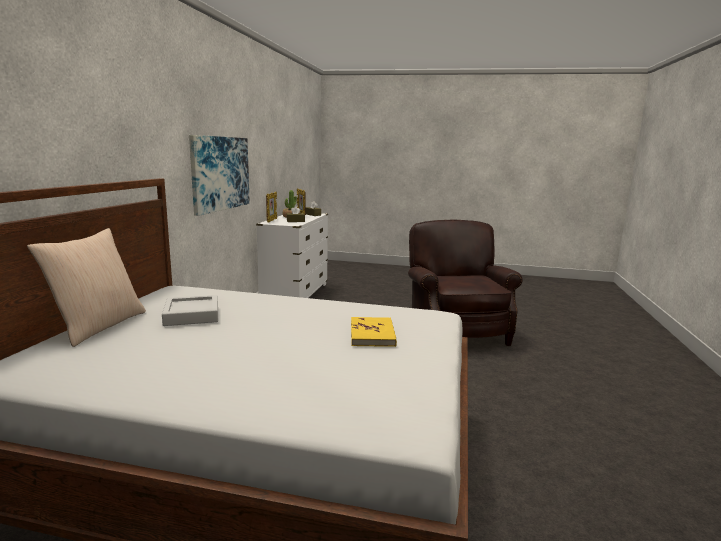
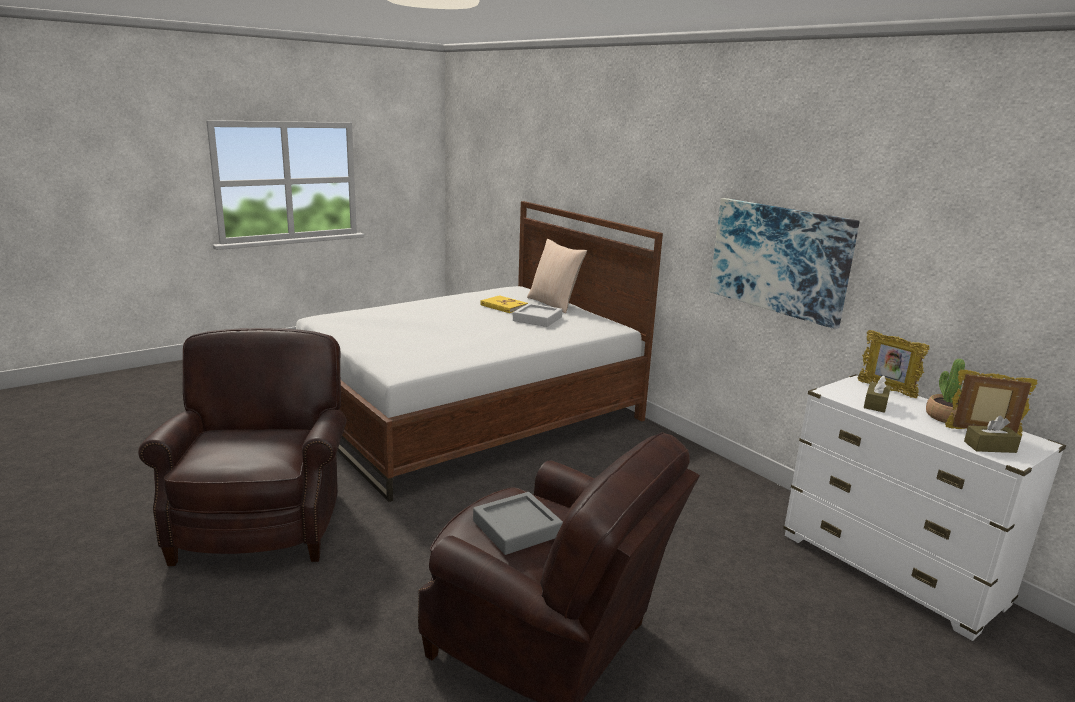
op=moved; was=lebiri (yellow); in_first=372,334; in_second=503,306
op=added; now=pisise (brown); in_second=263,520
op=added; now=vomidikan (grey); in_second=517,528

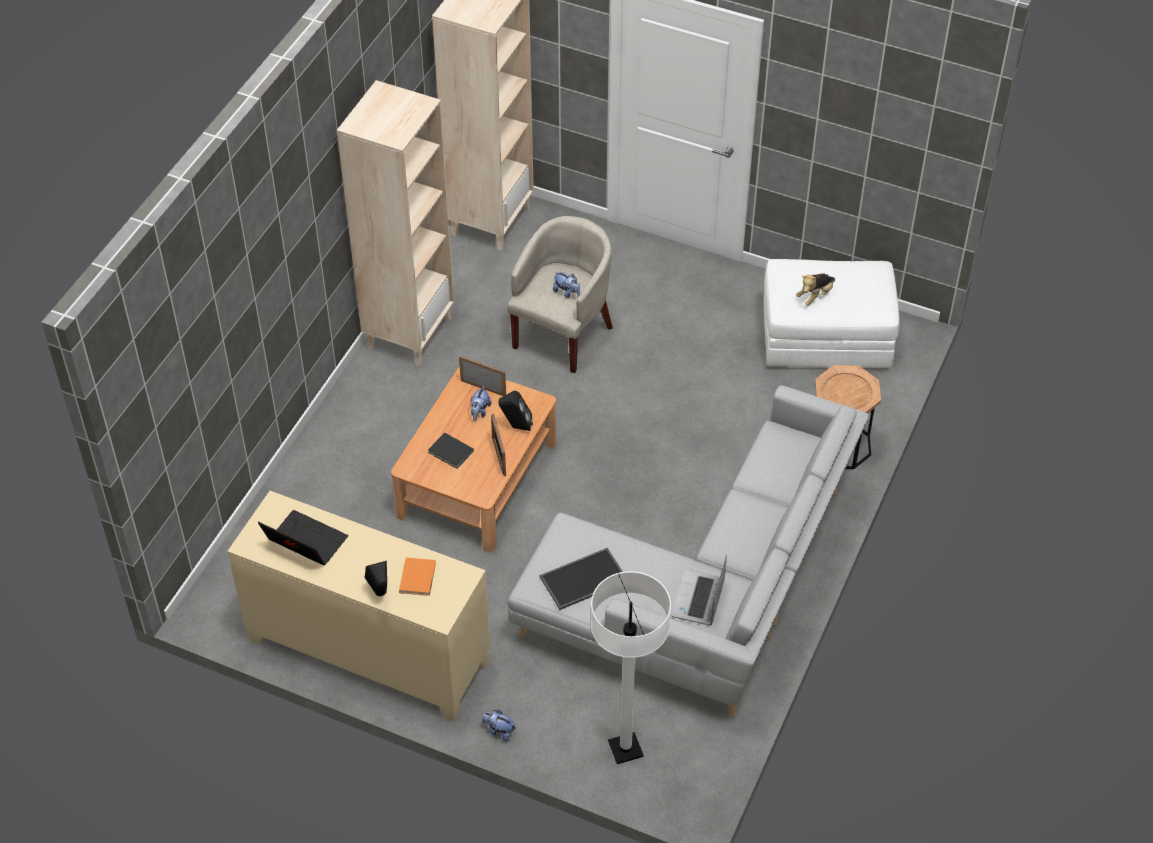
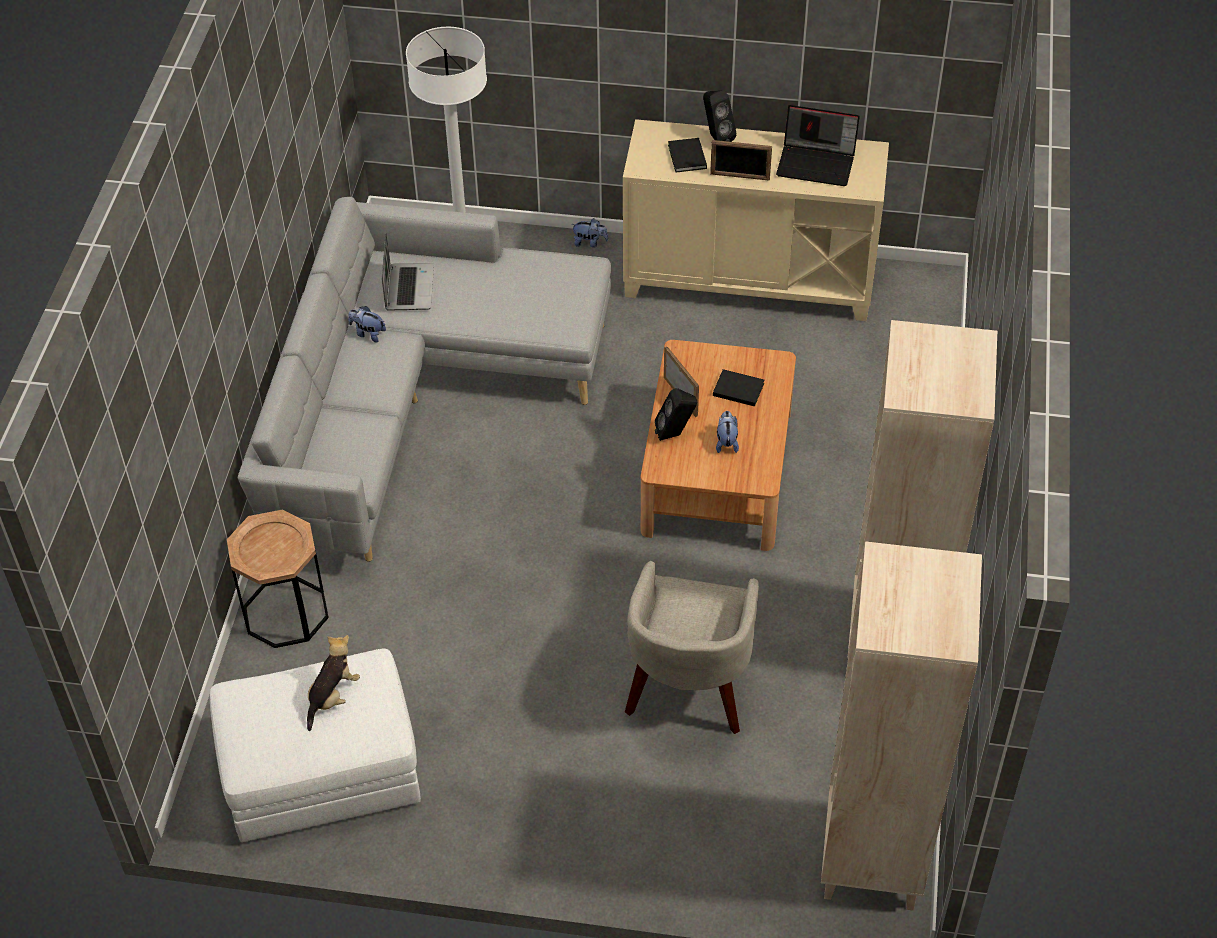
op=recoloured; was=lebiri (orange); now=lebiri (black); in_first=418,577; in_second=686,158
op=moved; was=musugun; in_first=483,387; in_second=740,177
op=removed; was=vomidikan; in_first=583,580
op=moved; was=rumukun; in_first=567,293; in_second=368,333

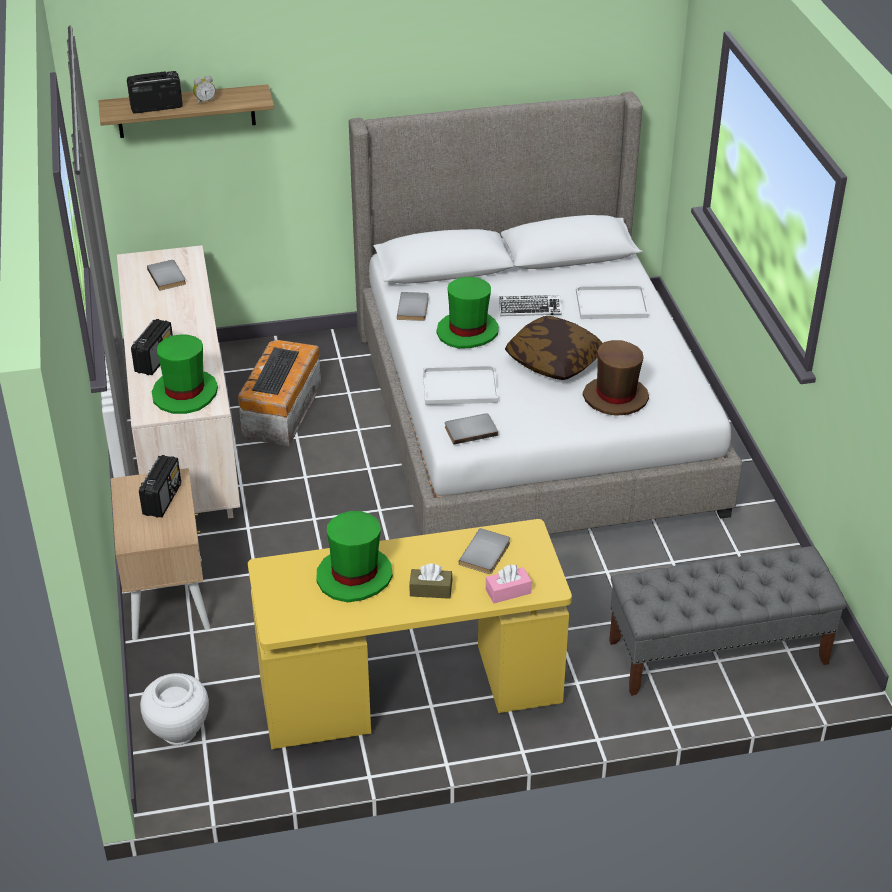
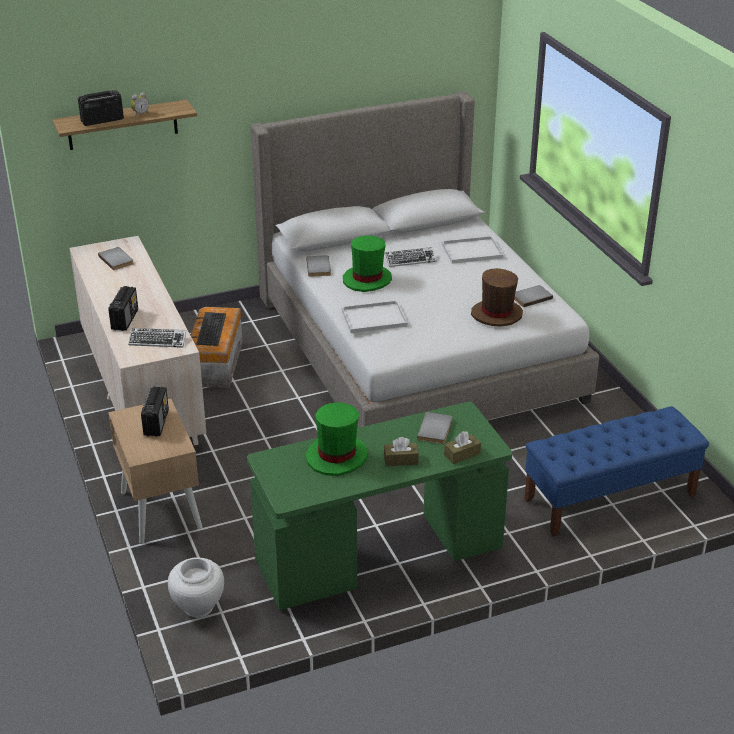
op=replaced; was=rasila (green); now=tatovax; in_first=185,393; in_second=157,341
op=recoloured; was=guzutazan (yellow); now=guzutazan (green); in_first=410,693; in_second=379,555
op=moved; was=lebiri (grey); in_first=470,430; in_second=530,297
op=recoloured; was=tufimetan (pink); now=tufimetan (brown); in_first=508,591; in_second=462,454
op=removed; was=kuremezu; in_first=553,361
op=recoloured; was=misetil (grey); now=misetil (blue); in_first=717,652; in_second=609,498

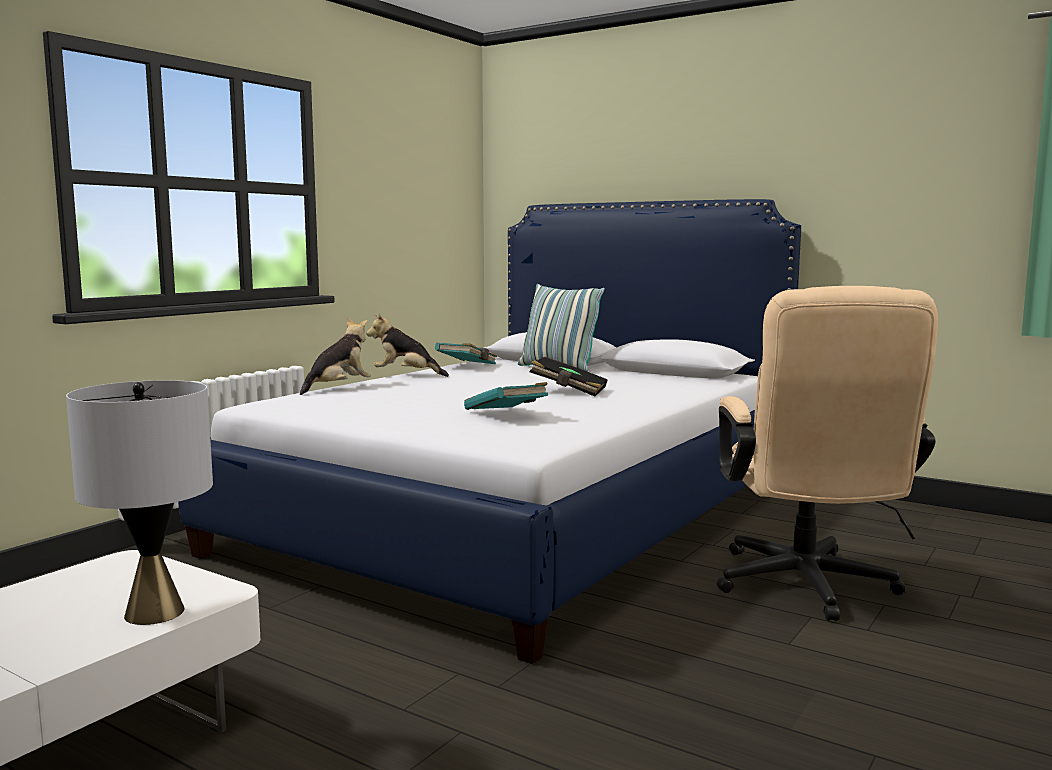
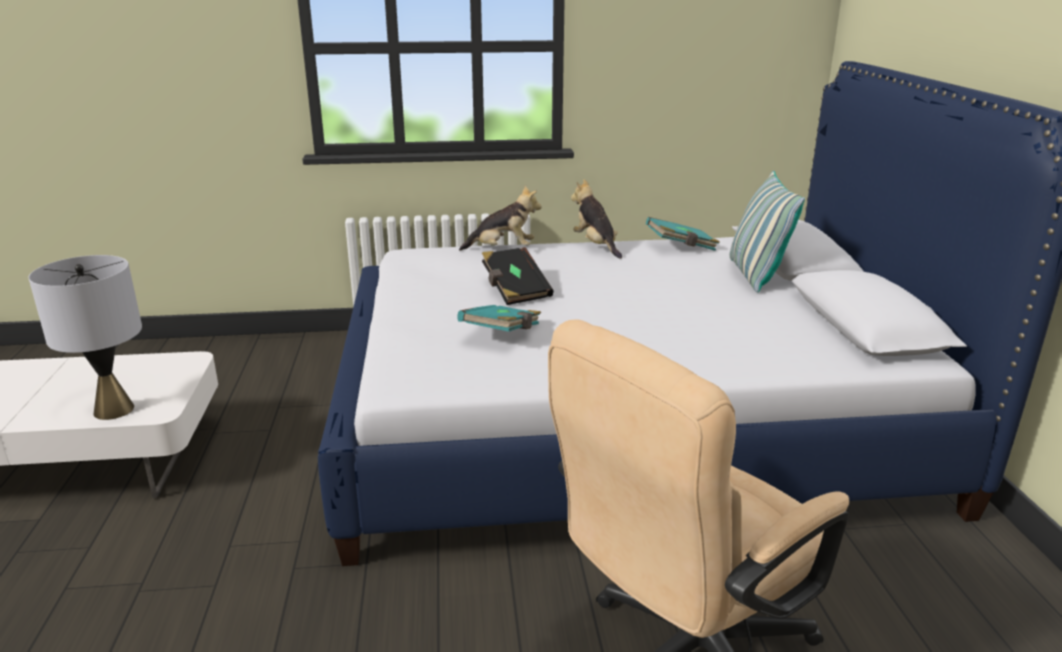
op=moved; was=lebiri (black); in_first=568,391; in_second=515,290

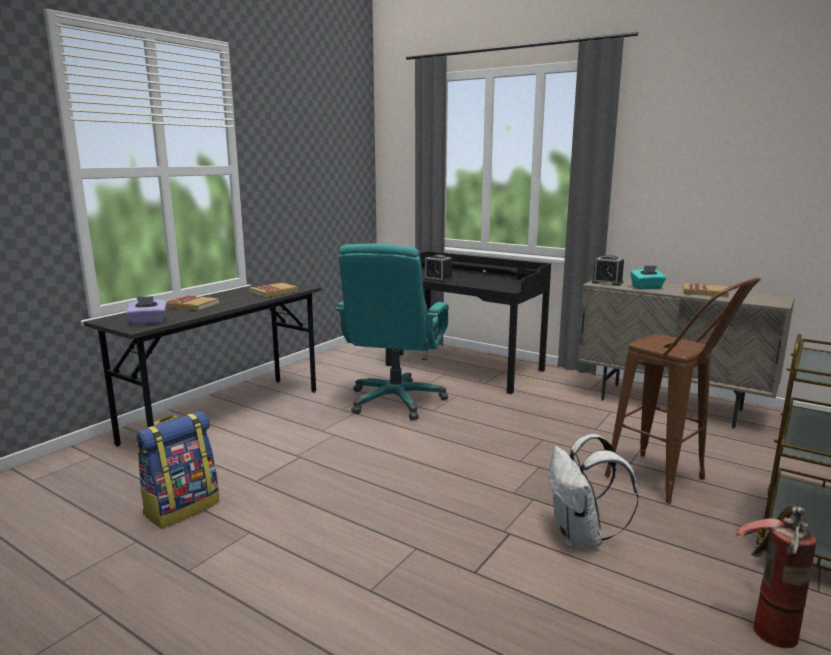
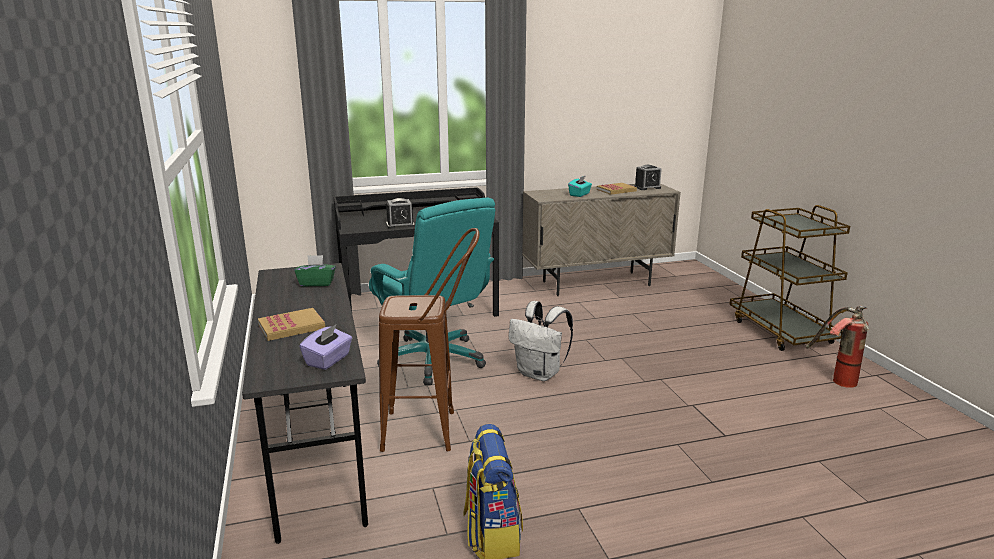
op=replaced; was=lebiri; now=tufimetan (green); in_first=273,292; in_second=317,283
op=moved; was=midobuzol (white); in_first=581,537; in_second=540,374
op=moved; was=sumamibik; in_first=607,282; in_second=647,187
op=moved; was=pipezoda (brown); in_first=668,483; in_second=433,431

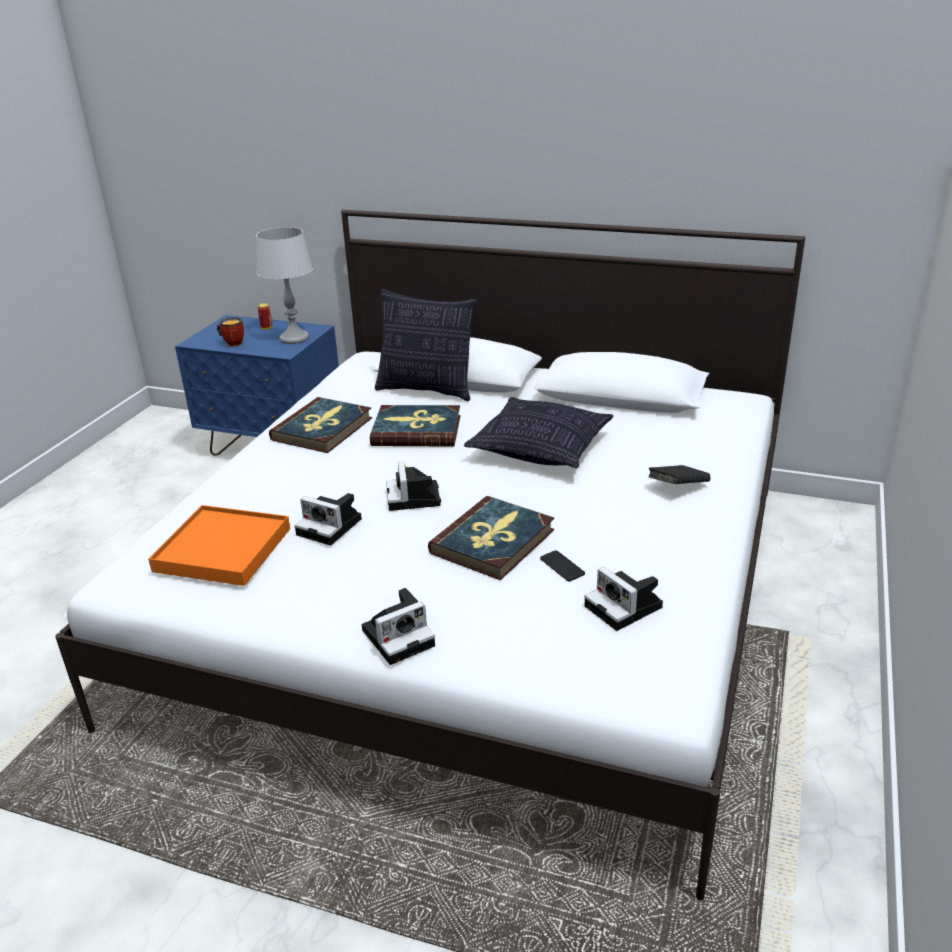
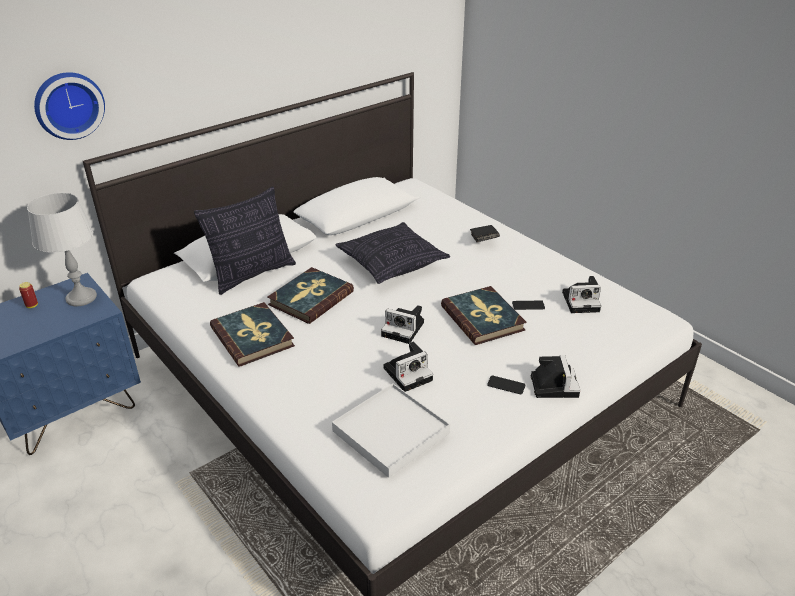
op=recoloured; was=vomidikan (orange); now=vomidikan (white); in_first=223,549; in_second=391,432
op=removed; was=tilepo; in_first=233,343
op=added; now=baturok; in_second=68,104
op=added; now=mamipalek; in_second=506,385

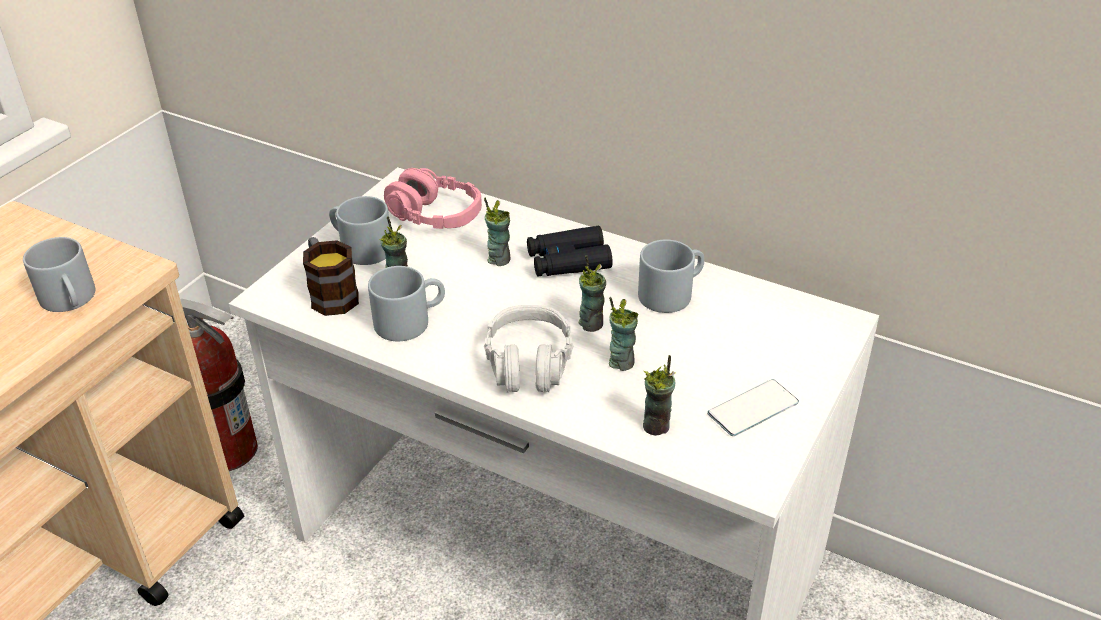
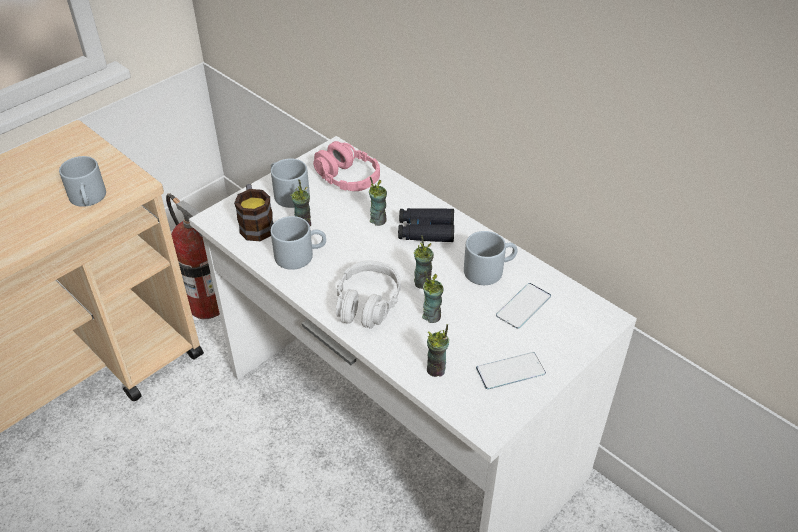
op=added; now=mamipalek; in_second=523,306

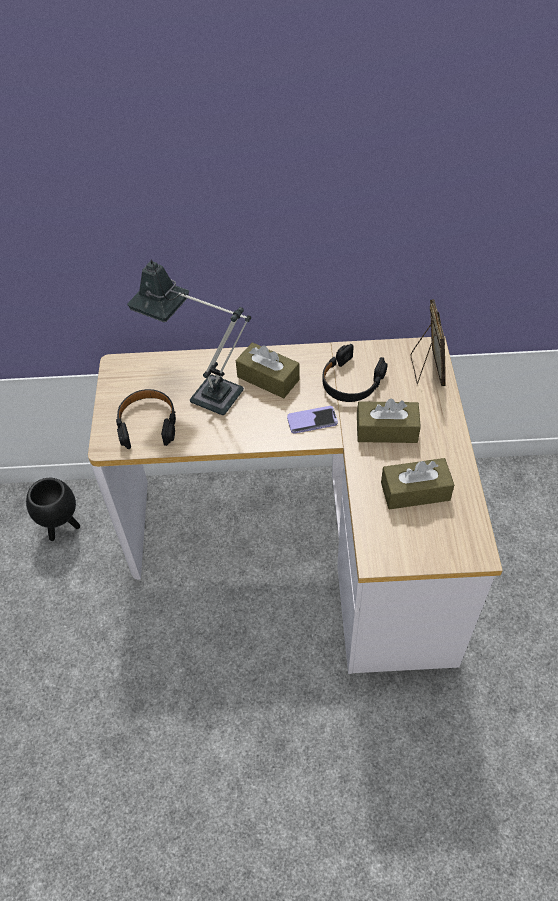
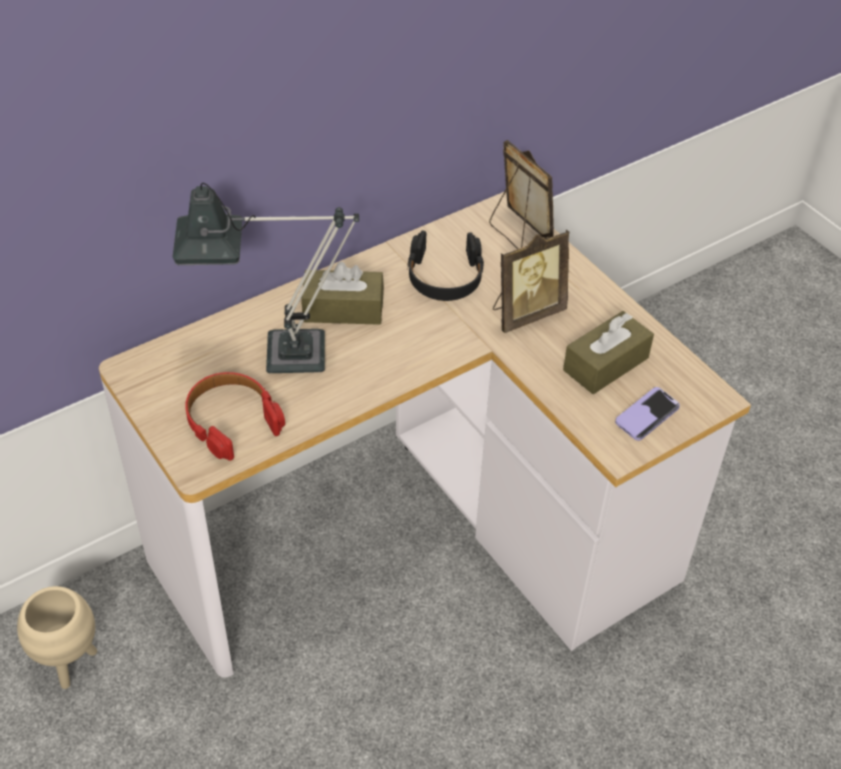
op=recoloured; was=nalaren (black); now=nalaren (beige); in_first=62,527; in_second=70,663
op=recoloured; was=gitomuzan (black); now=gitomuzan (red); in_first=148,423; in_second=231,420
op=moved; was=mamipalek; in_first=312,421; in_second=647,415
op=replaced; was=tufimetan (brown); now=musugun; in_first=386,430; in_second=525,313

